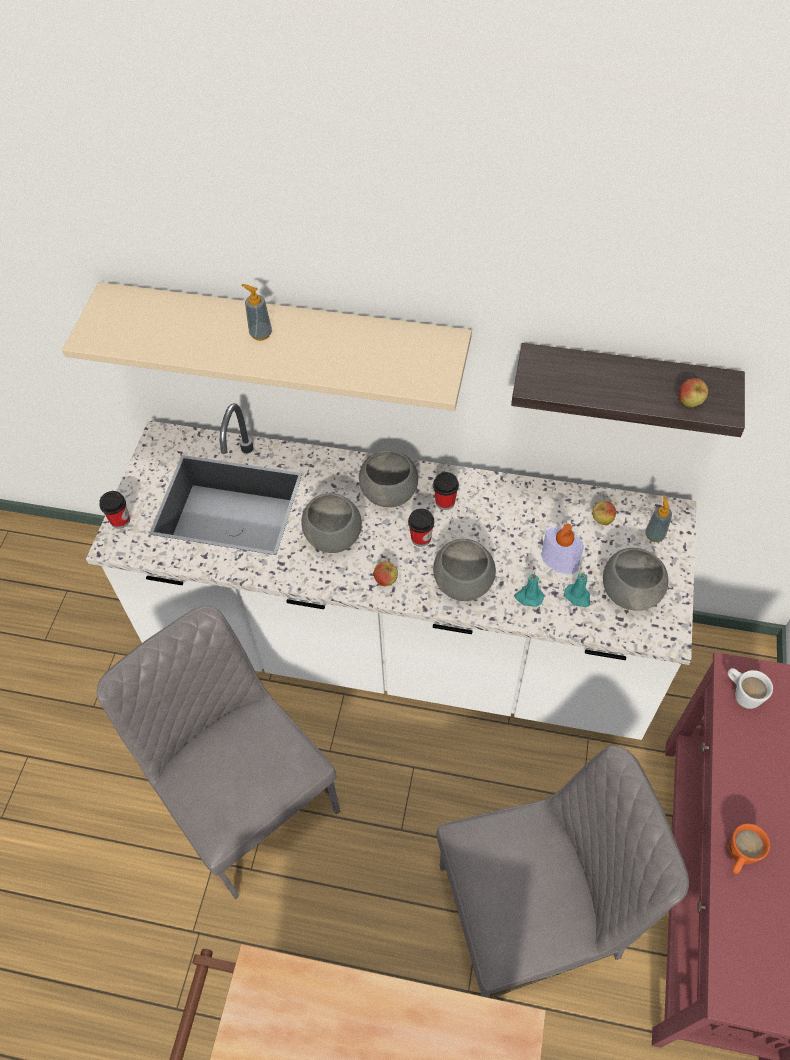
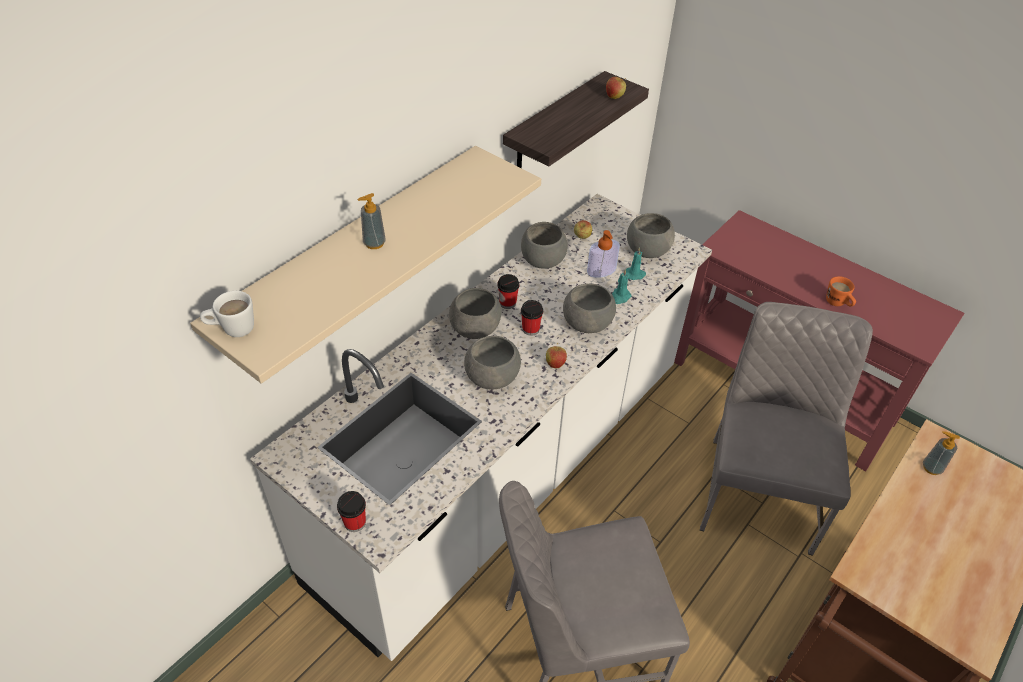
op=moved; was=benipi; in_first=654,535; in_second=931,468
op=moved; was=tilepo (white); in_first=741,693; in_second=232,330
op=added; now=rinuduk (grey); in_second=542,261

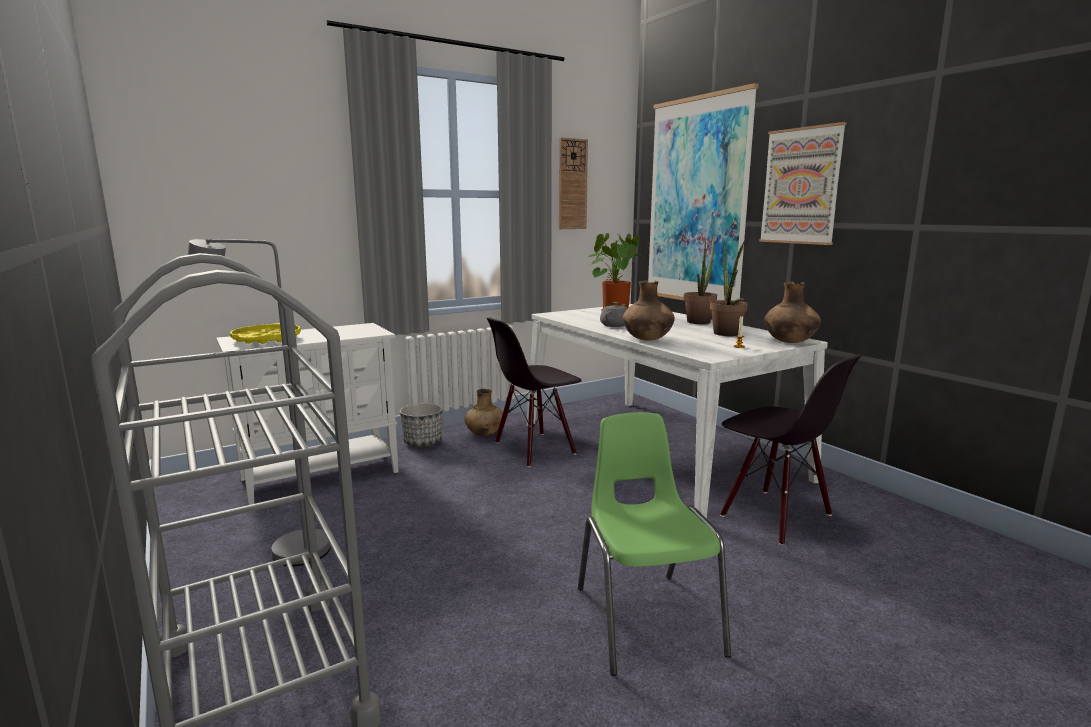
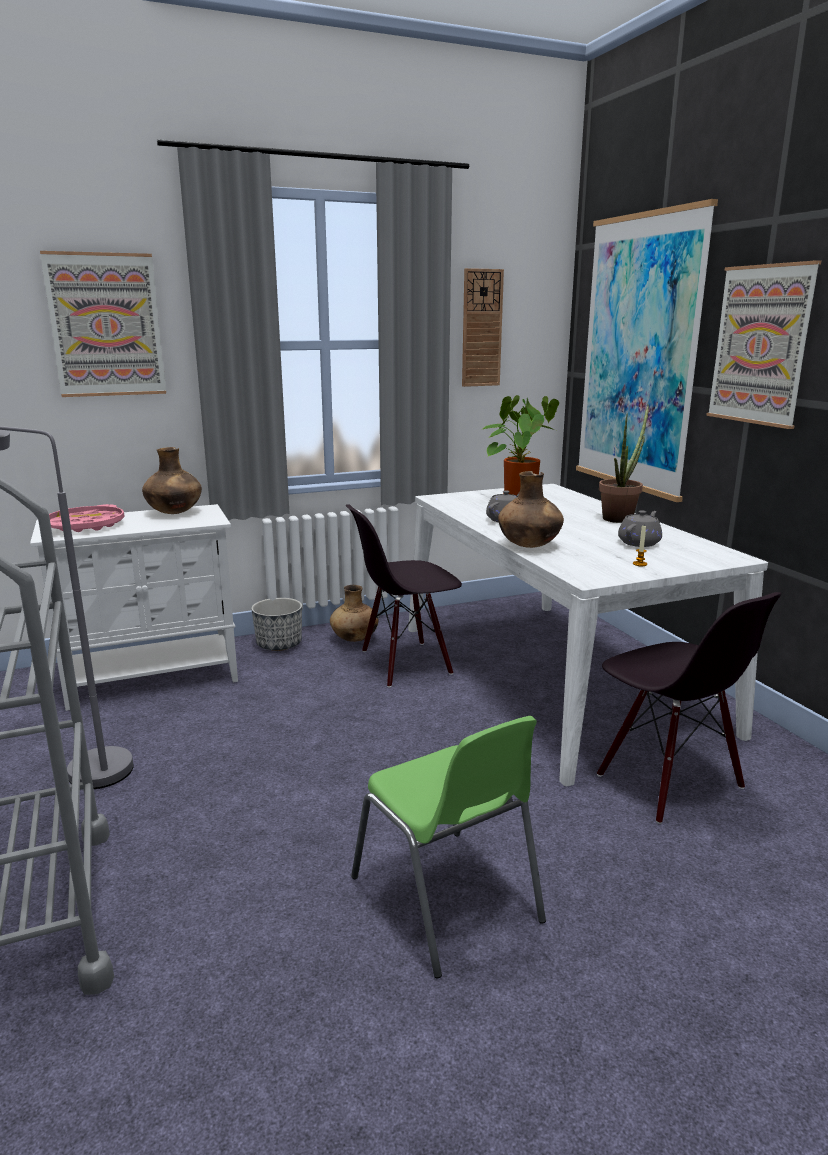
op=recoloured; was=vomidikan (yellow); now=vomidikan (pink); in_first=266,339; in_second=86,525
op=turned; was=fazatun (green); in_first=646,618; in_second=447,900; clockwise=150
op=replaced; was=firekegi; now=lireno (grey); in_first=727,335; in_second=639,543
op=moved; was=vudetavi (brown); in_first=790,342; in_second=174,513
op=added; now=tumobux; in_second=106,325

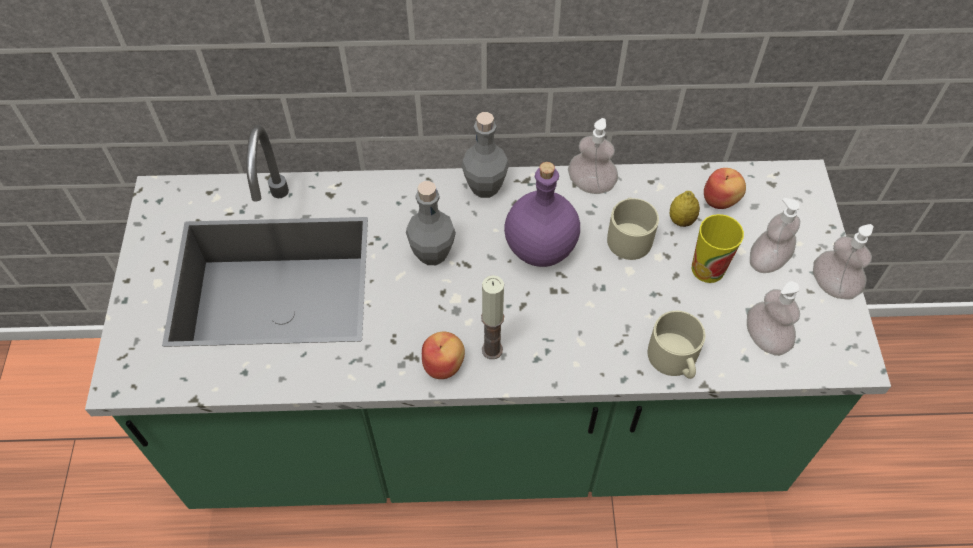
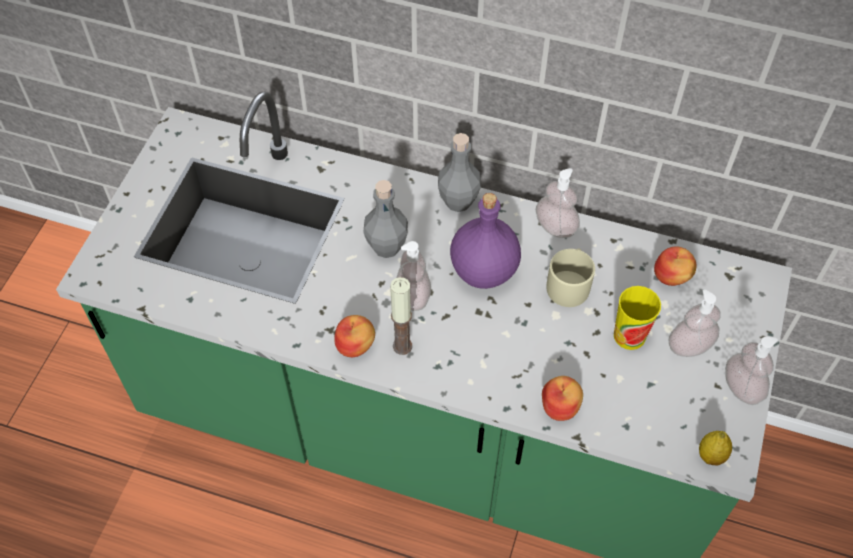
op=replaced; was=tilepo (beige); now=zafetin; in_first=674,360; in_second=560,406
op=moved; was=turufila; in_first=681,220; in_second=711,455
op=moved; was=benipi; in_first=765,338; in_second=413,296

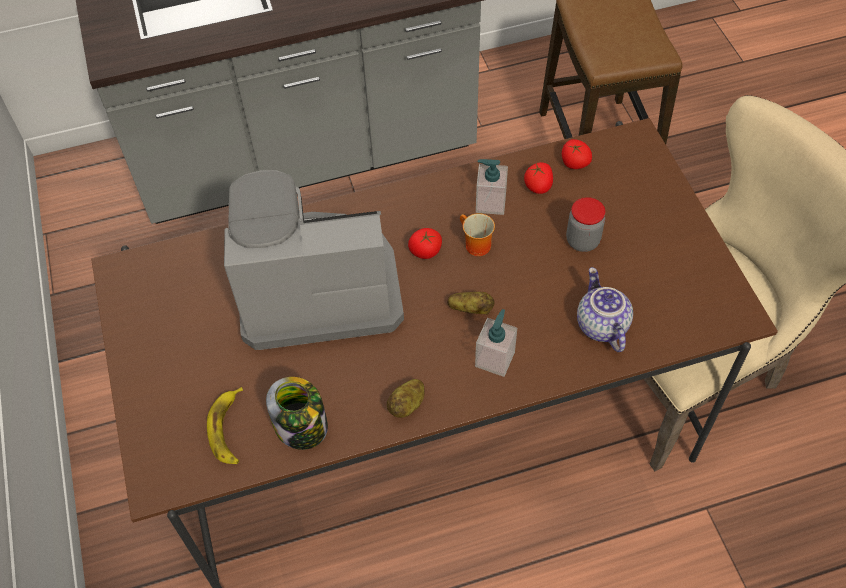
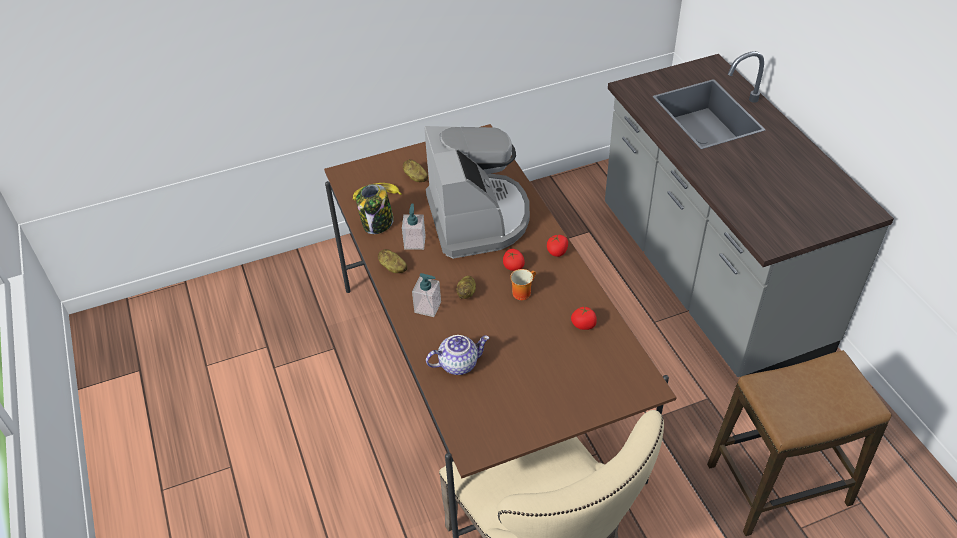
op=moved; was=benipi; in_first=490,203; in_second=415,242
op=moved; was=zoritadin; in_first=574,163; in_second=557,252
op=removed; was=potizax; in_first=582,241
op=added; now=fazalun; in_second=415,177

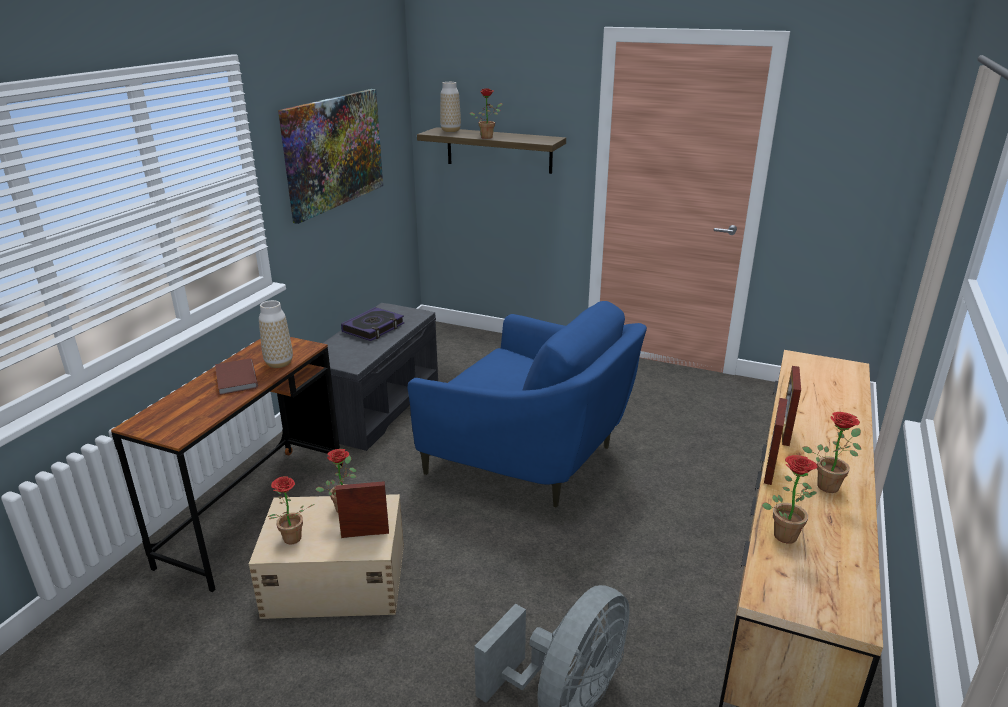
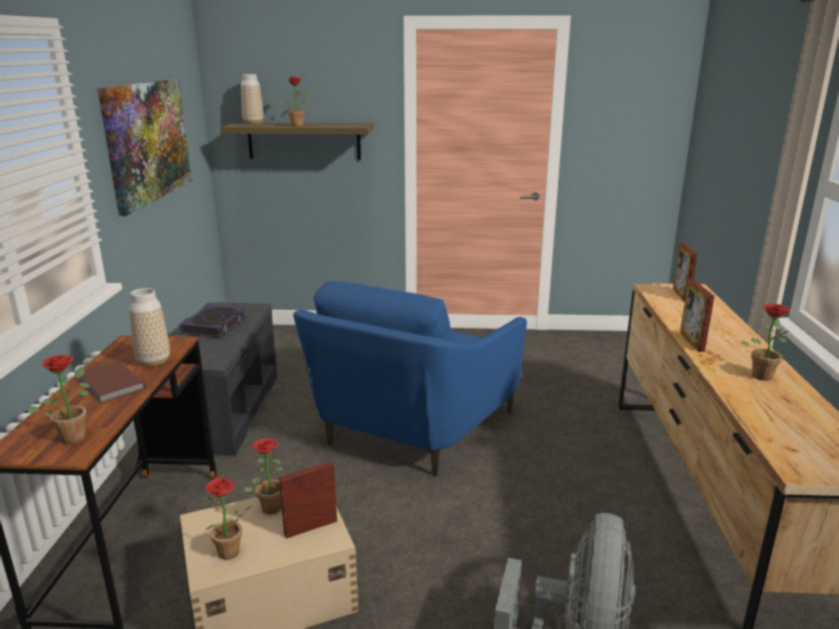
op=turned; was=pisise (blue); in_first=530,457; in_second=409,429; clockwise=105
op=moved; was=firekegi; in_first=783,532; in_second=74,436
op=moved; was=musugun; in_first=770,469; in_second=681,295

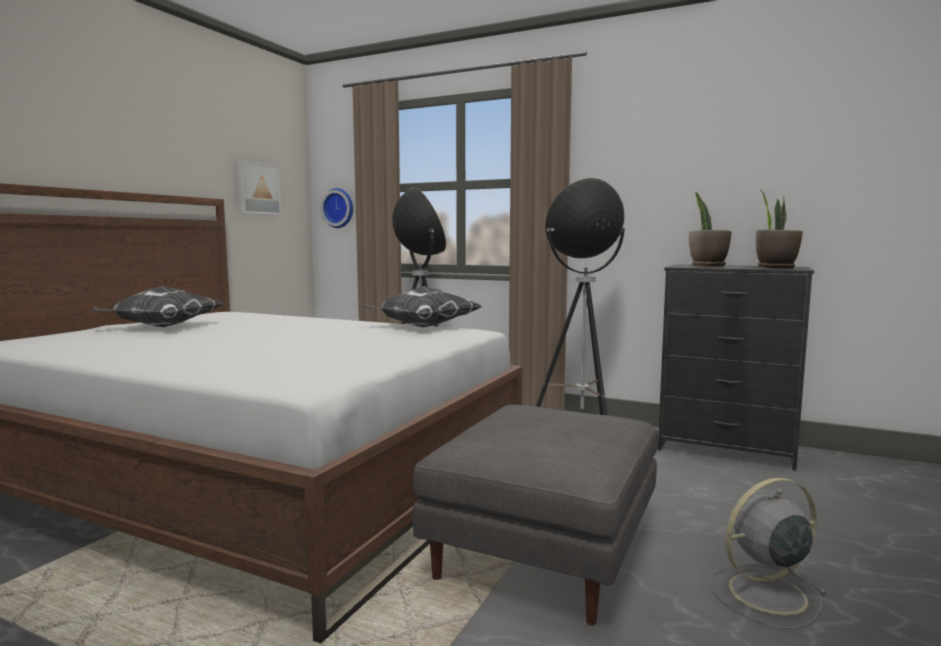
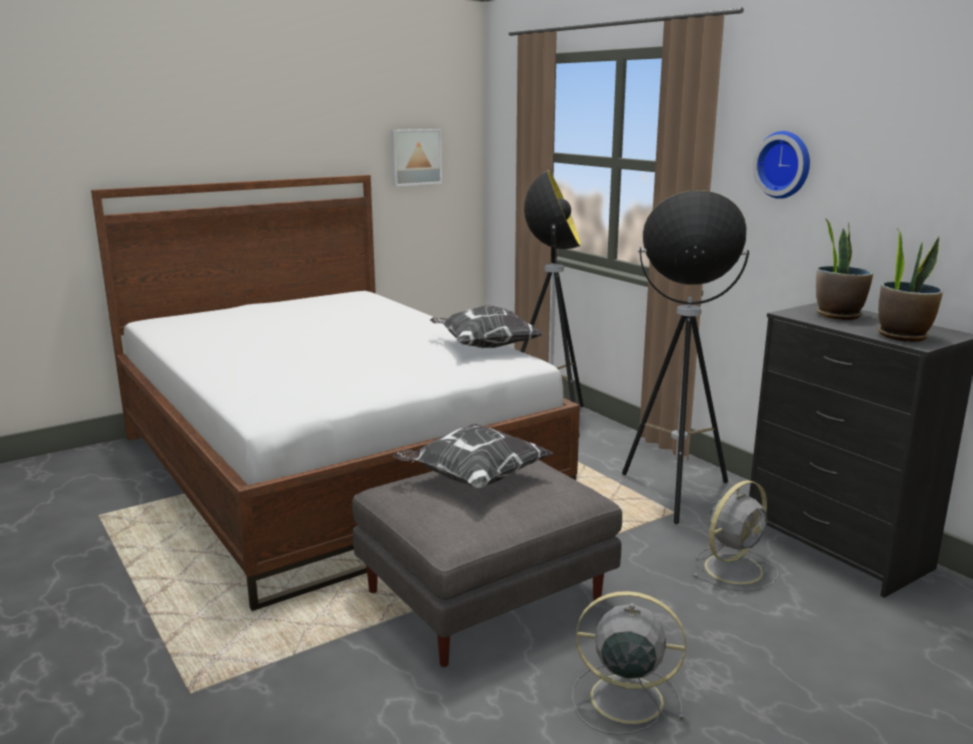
op=moved; was=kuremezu; in_first=161,327; in_second=472,479
op=moved; was=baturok; in_first=339,208; in_second=784,164
op=added; now=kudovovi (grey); in_second=735,568

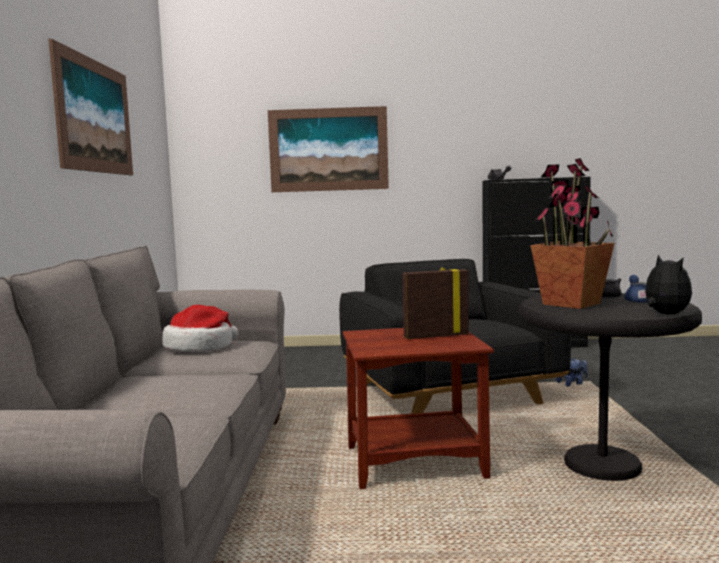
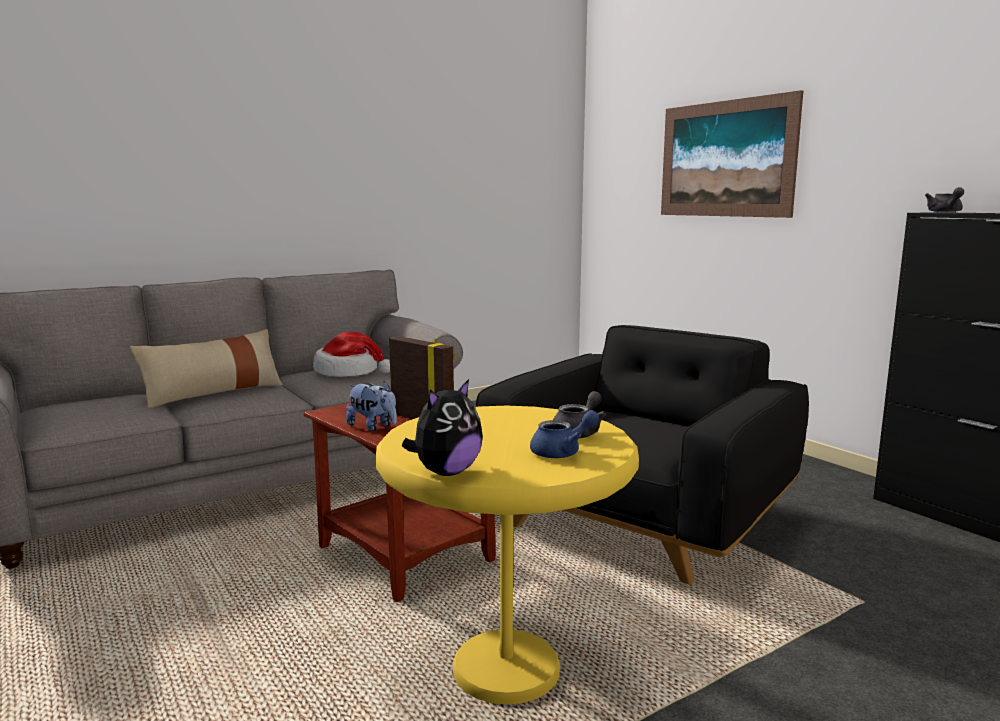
op=removed; was=tumobux; in_first=95,116
op=recoloured; was=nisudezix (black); now=nisudezix (yellow); in_first=602,465; in_second=506,669
op=removed; was=firekegi; in_first=571,304
op=moved; was=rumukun; in_first=572,384; in_second=373,427
op=added; now=kuremezu (beige); in_second=213,394

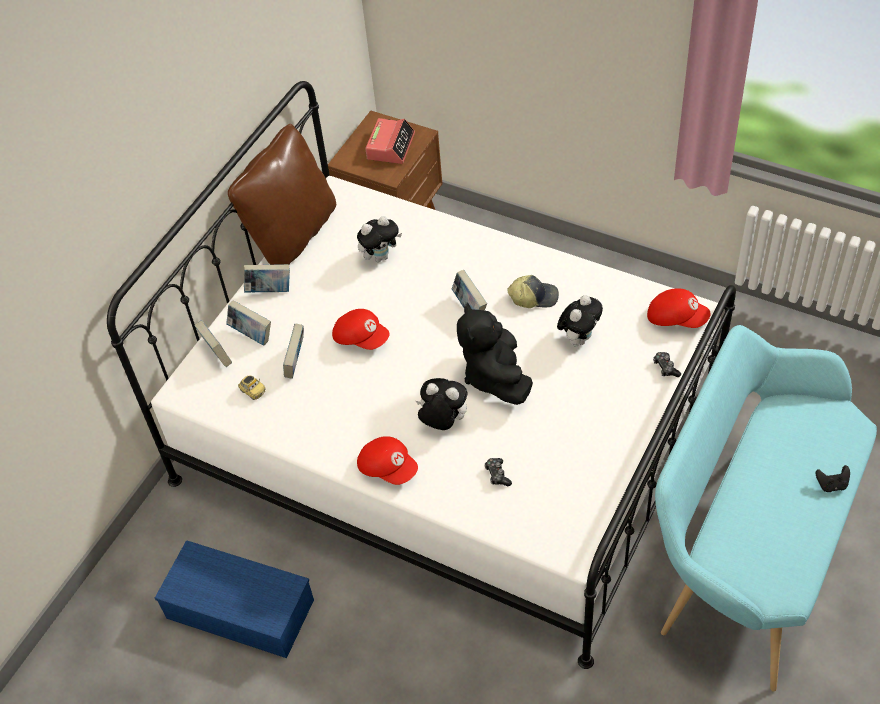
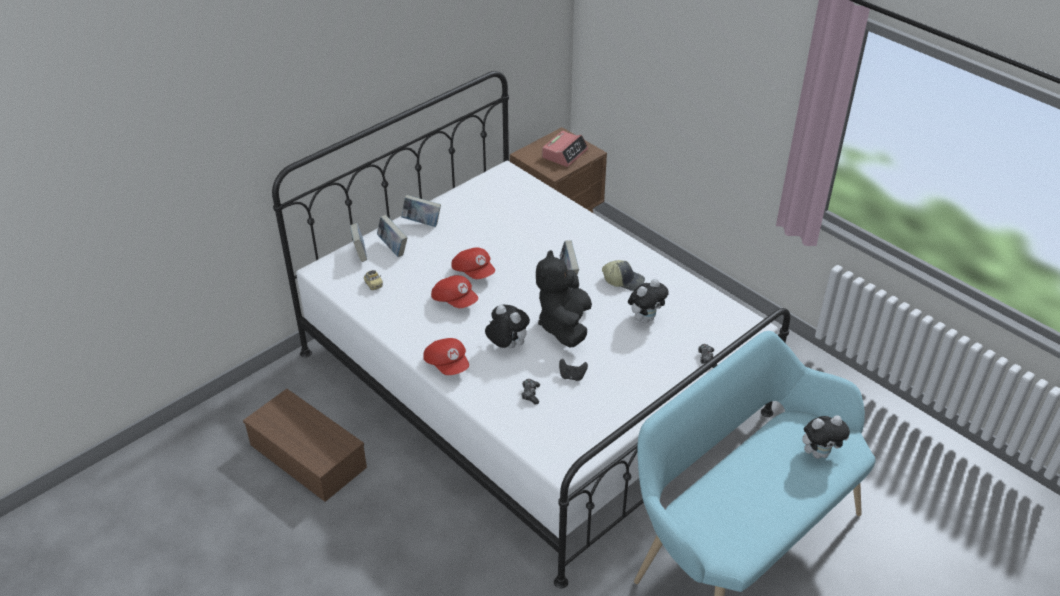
op=recoloured; was=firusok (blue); now=firusok (brown); in_first=242,608; in_second=310,456
op=removed; was=kuremezu (brown); in_first=292,235
op=removed; was=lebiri; in_first=296,363
op=moved; was=rumukun; in_first=380,256; in_second=819,453
op=moved; was=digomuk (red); in_first=676,318; in_second=455,300
op=moved; was=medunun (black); in_first=831,484; in_second=572,376

